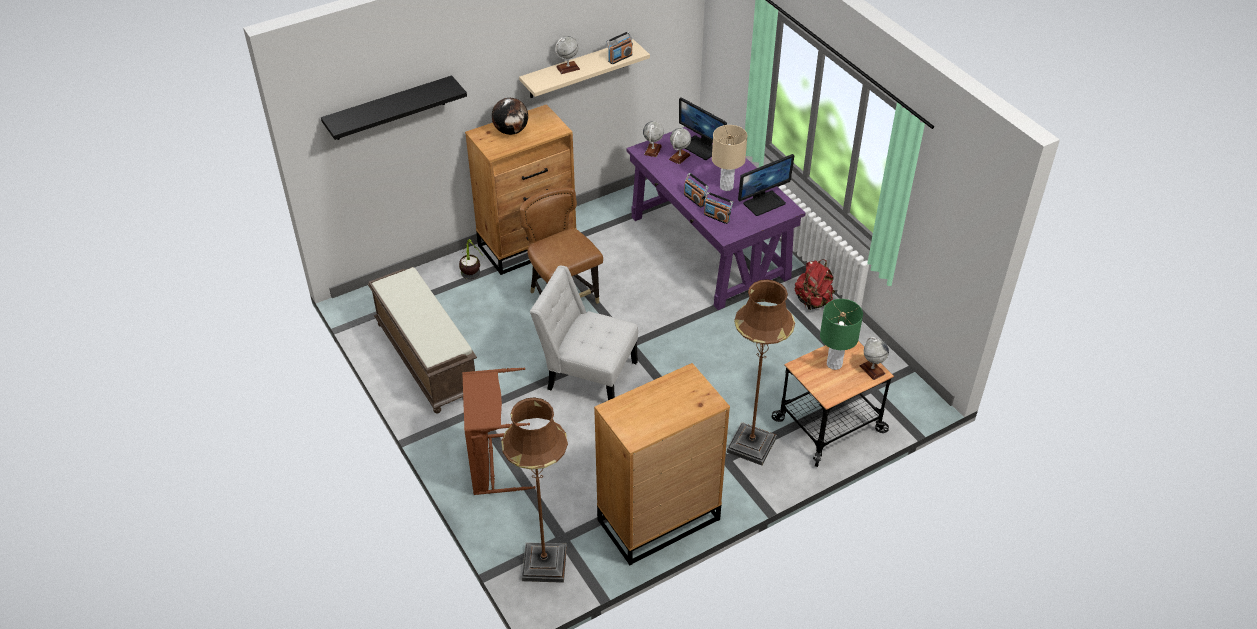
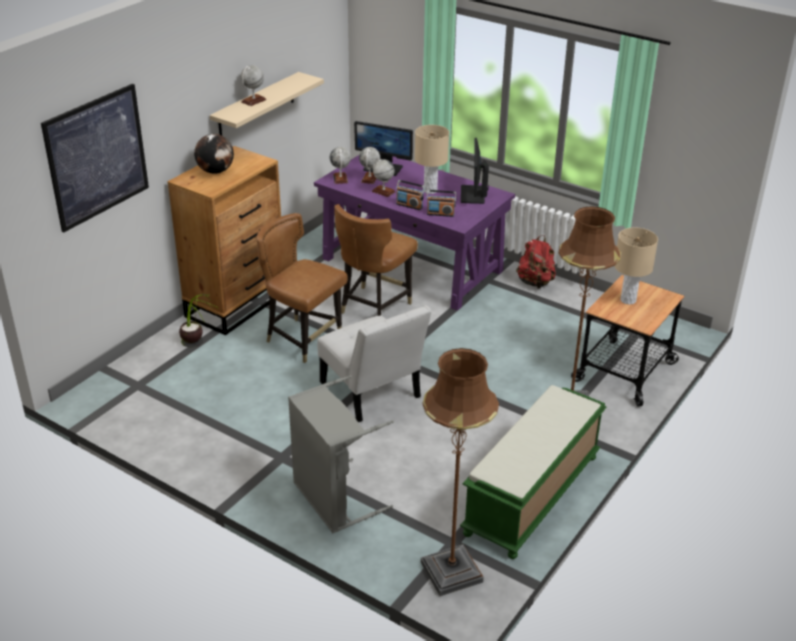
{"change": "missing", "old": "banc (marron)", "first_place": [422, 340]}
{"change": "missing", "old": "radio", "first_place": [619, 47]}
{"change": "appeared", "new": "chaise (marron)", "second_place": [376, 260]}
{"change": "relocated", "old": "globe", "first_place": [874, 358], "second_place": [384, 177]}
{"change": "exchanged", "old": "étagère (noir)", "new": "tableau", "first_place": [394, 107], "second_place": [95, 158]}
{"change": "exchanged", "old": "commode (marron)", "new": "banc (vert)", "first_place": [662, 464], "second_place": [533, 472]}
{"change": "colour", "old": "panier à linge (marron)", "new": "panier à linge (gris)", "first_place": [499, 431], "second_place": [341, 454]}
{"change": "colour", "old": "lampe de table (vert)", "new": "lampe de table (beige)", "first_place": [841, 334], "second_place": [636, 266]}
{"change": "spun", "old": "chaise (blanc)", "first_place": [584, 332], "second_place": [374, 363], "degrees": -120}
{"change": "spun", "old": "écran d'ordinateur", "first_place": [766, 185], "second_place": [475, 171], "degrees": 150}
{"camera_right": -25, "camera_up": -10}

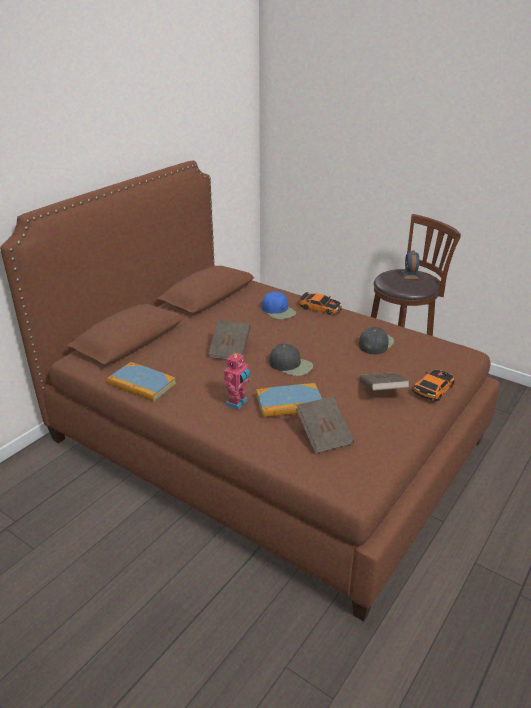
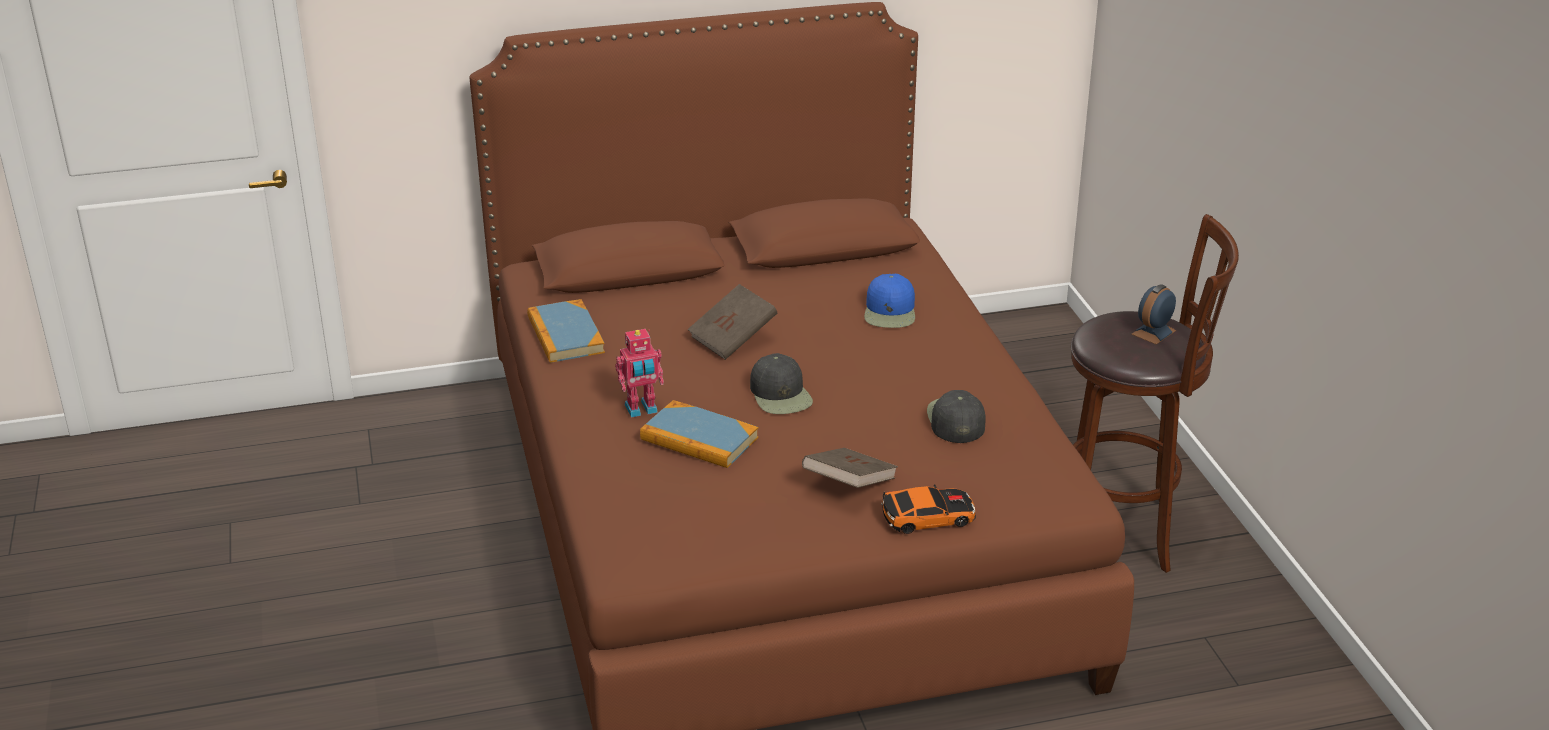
{"change": "missing", "old": "livre (marron)", "first_place": [325, 425]}
{"change": "missing", "old": "petite voiture", "first_place": [320, 303]}
{"change": "spun", "old": "casquette (noir)", "first_place": [376, 340], "second_place": [956, 416], "degrees": -75}
{"camera_right": 40, "camera_up": 0}

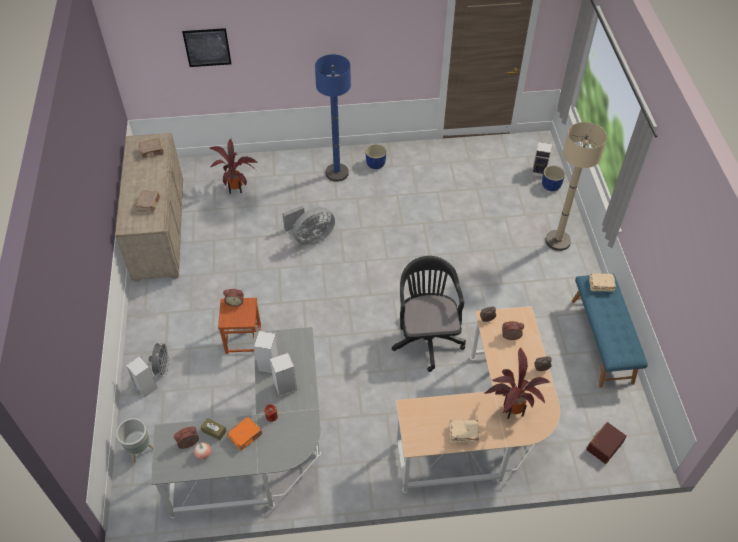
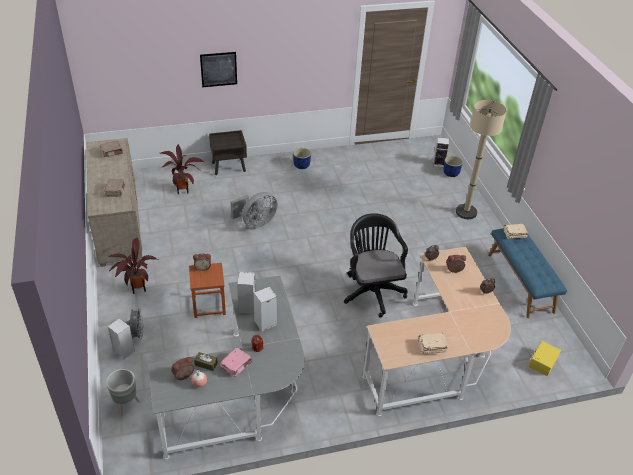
{"change": "missing", "old": "lampadaire (bleu)", "first_place": [333, 118]}
{"change": "appeared", "new": "table de chevet (marron)", "second_place": [228, 152]}
{"change": "relocated", "old": "tableau", "first_place": [207, 47], "second_place": [218, 69]}
{"change": "relocated", "old": "plante en pot", "first_place": [518, 383], "second_place": [133, 266]}
{"change": "colour", "old": "livre (orange)", "new": "livre (rose)", "first_place": [245, 433], "second_place": [236, 362]}
{"change": "colour", "old": "boîte de rangement (marron)", "new": "boîte de rangement (jaune)", "first_place": [606, 443], "second_place": [544, 358]}
{"camera_right": -10, "camera_up": -10}

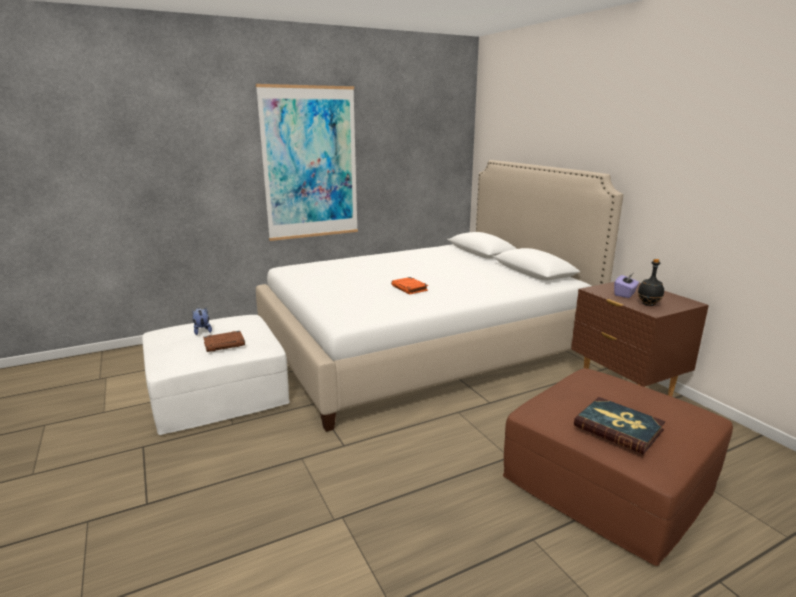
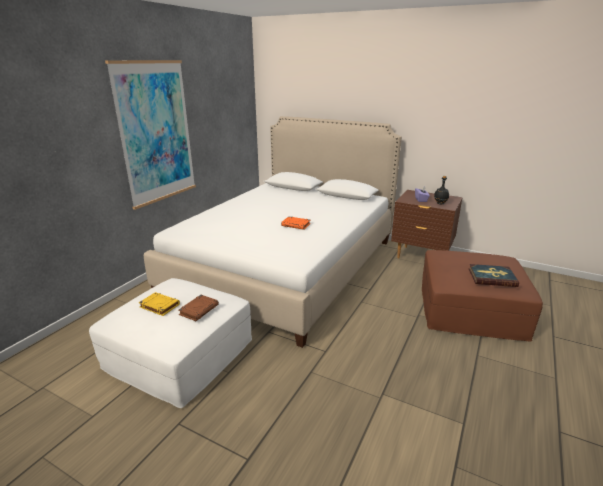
{"change": "exchanged", "old": "peluche", "new": "livre (jaune)", "first_place": [202, 321], "second_place": [159, 304]}
{"camera_right": -35, "camera_up": 5}

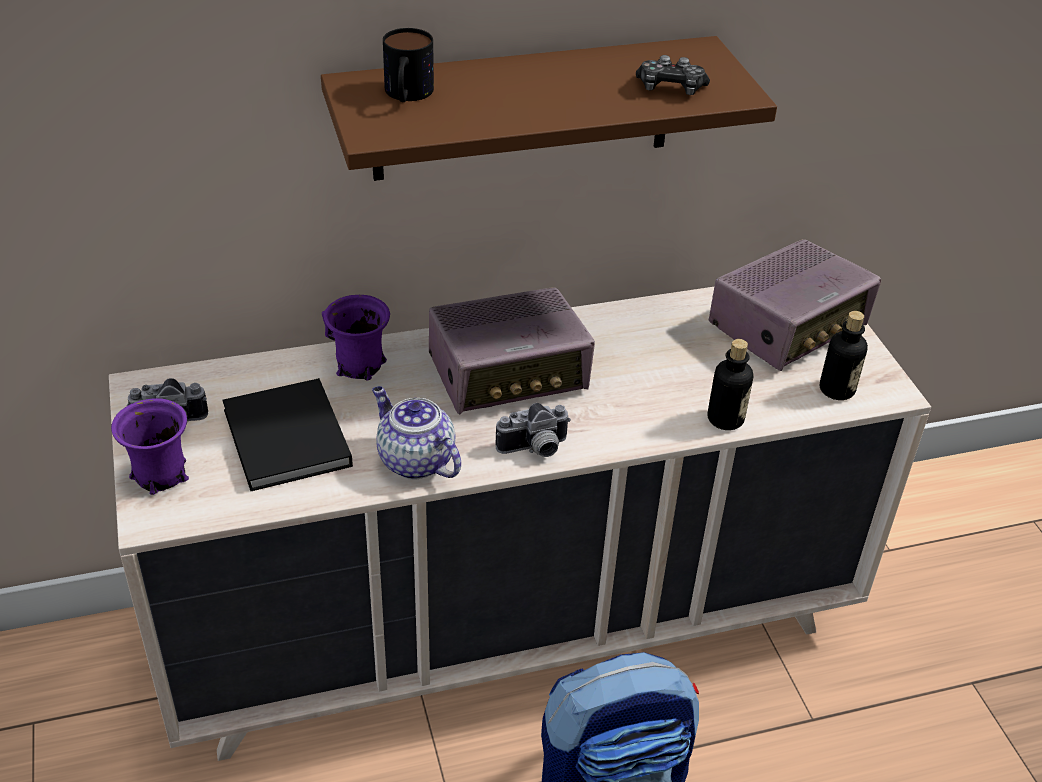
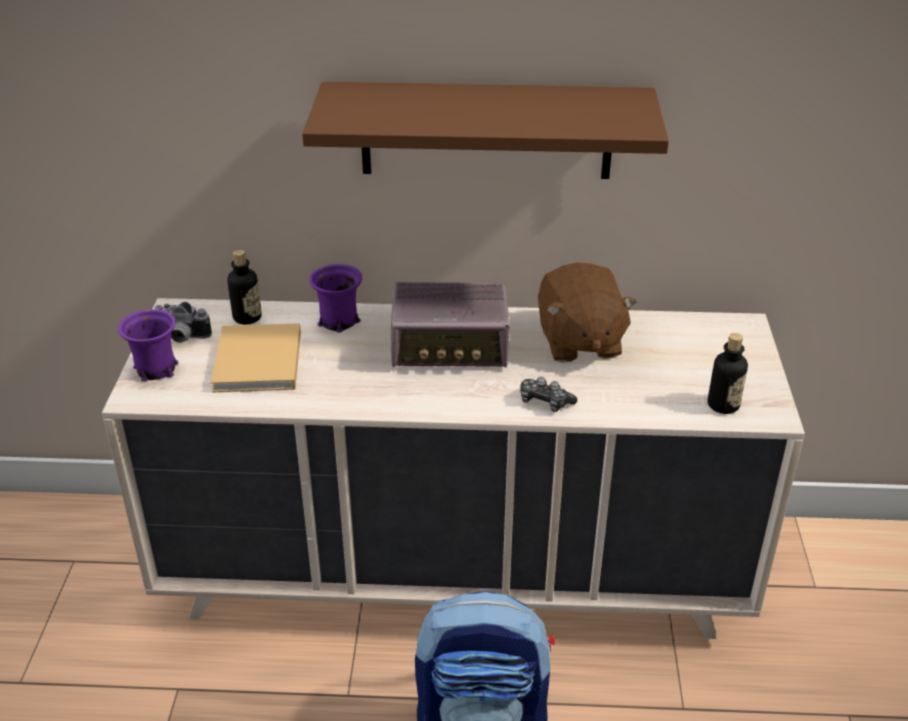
{"change": "missing", "old": "théière", "first_place": [416, 433]}
{"change": "missing", "old": "mug", "first_place": [408, 65]}
{"change": "missing", "old": "appareil photo", "first_place": [533, 430]}
{"change": "missing", "old": "radio", "first_place": [795, 305]}
{"change": "appeared", "new": "peluche (marron)", "second_place": [587, 312]}
{"change": "relocated", "old": "manette", "first_place": [673, 75], "second_place": [548, 394]}
{"change": "relocated", "old": "bouteille", "first_place": [730, 384], "second_place": [244, 287]}
{"change": "colour", "old": "livre (noir)", "new": "livre (beige)", "first_place": [287, 434], "second_place": [256, 358]}
{"camera_right": 20, "camera_up": -5}

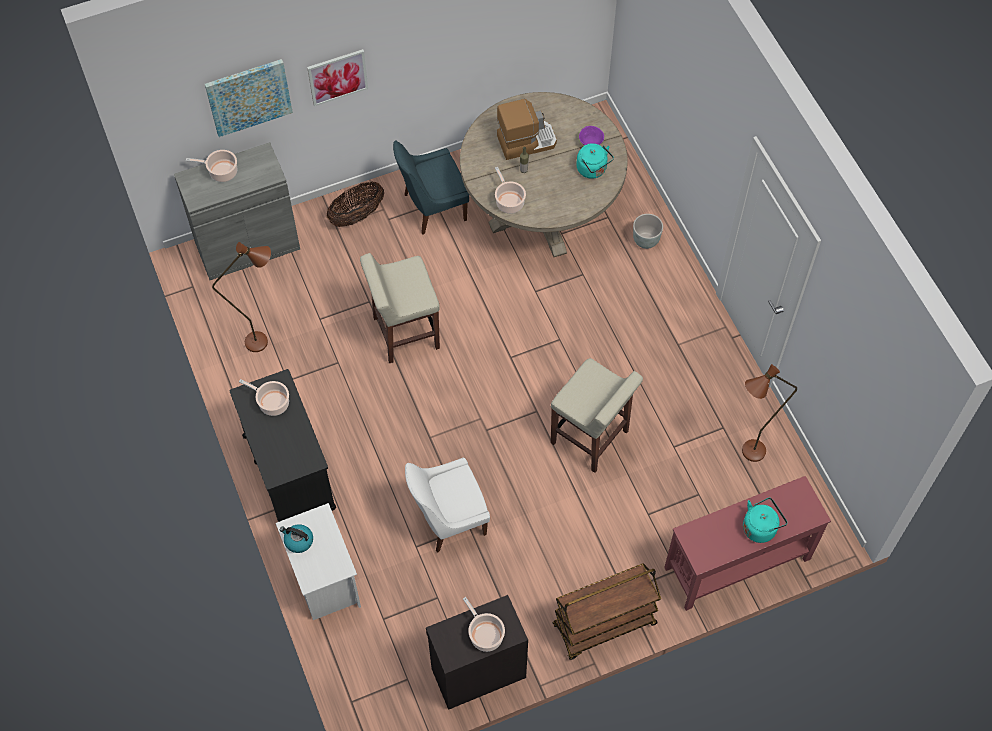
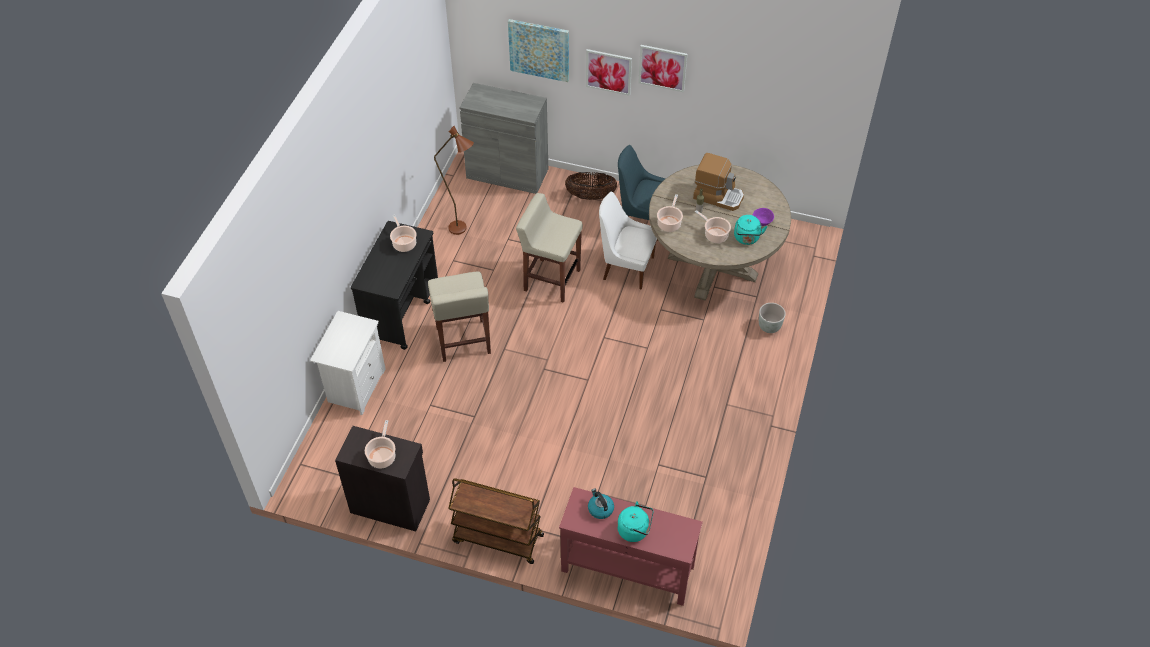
{"change": "missing", "old": "lampadaire (marron)", "first_place": [769, 413]}
{"change": "appeared", "new": "tableau", "second_place": [662, 68]}
{"change": "relocated", "old": "marmite", "first_place": [212, 166], "second_place": [713, 226]}
{"change": "relocated", "old": "bouilloire", "first_place": [296, 538], "second_place": [601, 504]}
{"change": "relocated", "old": "chaise (blanc)", "first_place": [447, 505], "second_place": [628, 241]}
{"change": "relocated", "old": "tabouret (beige)", "first_place": [597, 415], "second_place": [459, 317]}
{"camera_right": 40, "camera_up": -10}

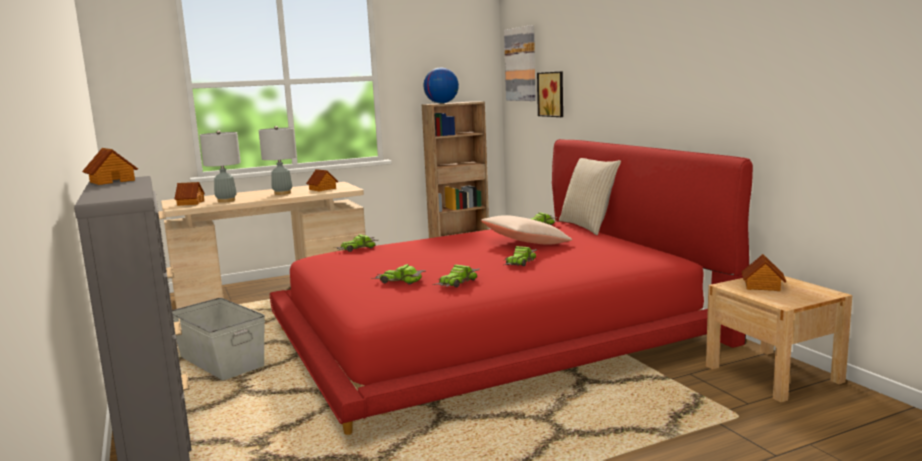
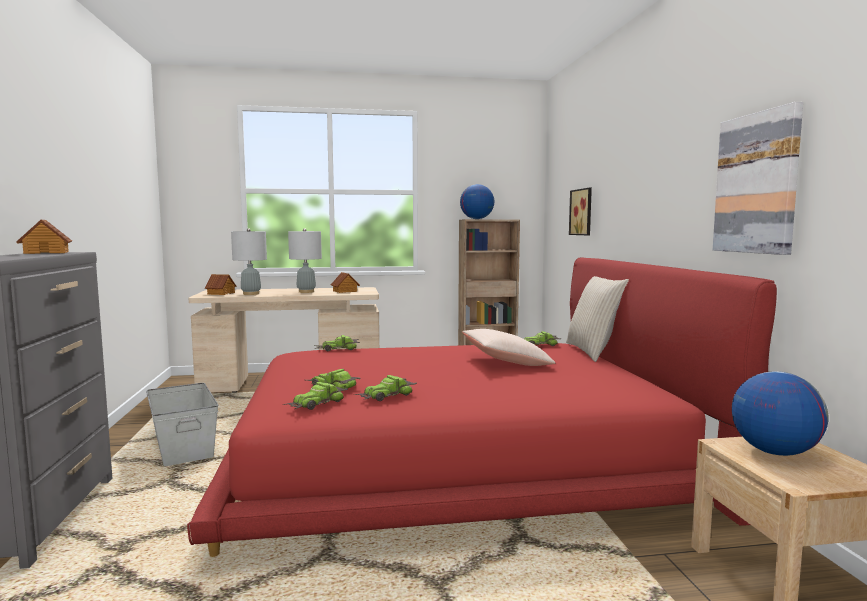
{"change": "relocated", "old": "tableau", "first_place": [520, 63], "second_place": [758, 178]}
{"change": "relocated", "old": "petite voiture", "first_place": [520, 256], "second_place": [315, 396]}
{"change": "exchanged", "old": "maison miniature", "new": "globe", "first_place": [764, 272], "second_place": [780, 413]}
{"camera_right": 15, "camera_up": -5}

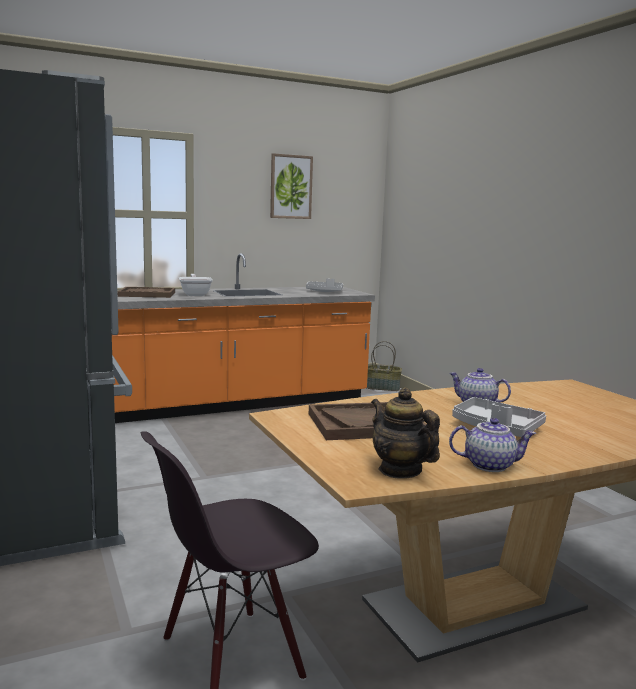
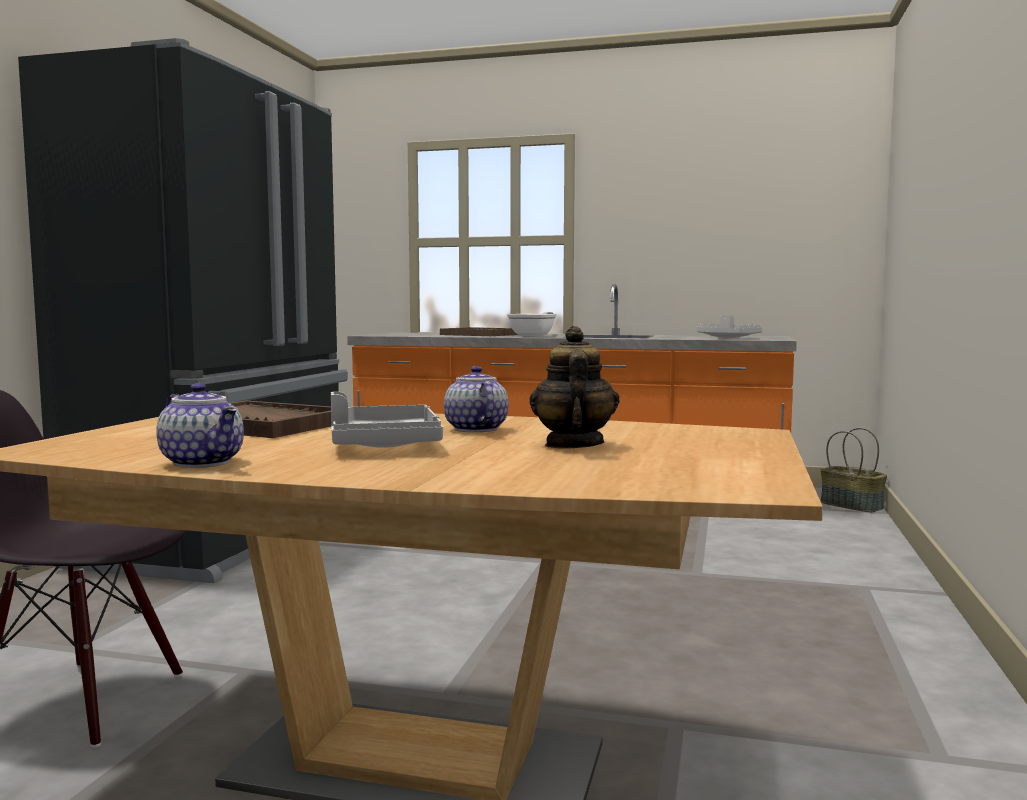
{"change": "missing", "old": "tableau", "first_place": [291, 186]}
{"change": "relocated", "old": "théière", "first_place": [405, 433], "second_place": [575, 387]}
{"camera_right": 40, "camera_up": -5}

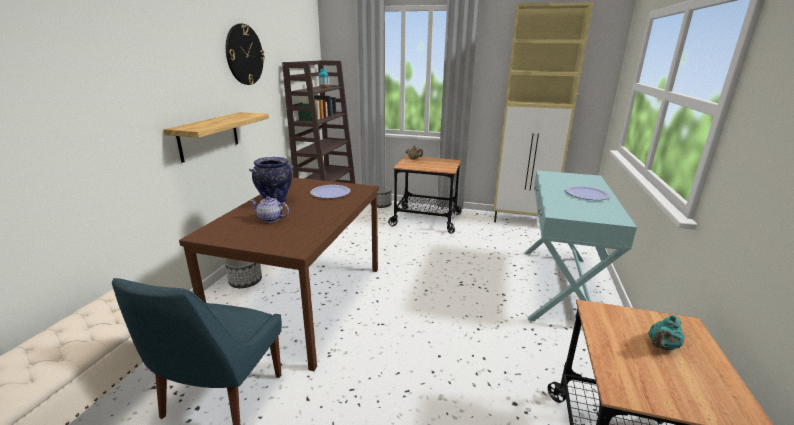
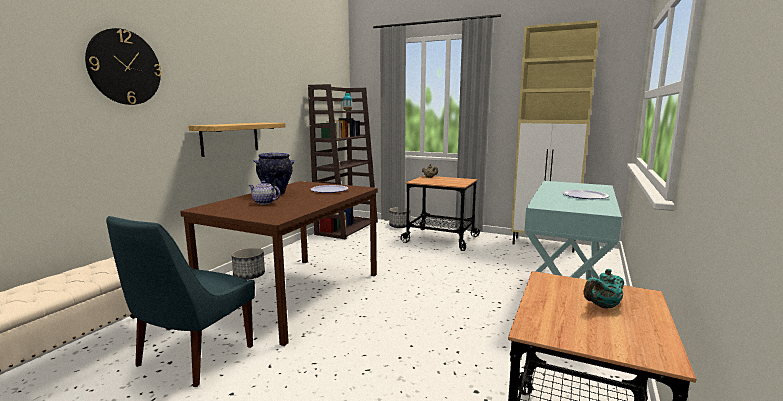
{"change": "relocated", "old": "horloge murale", "first_place": [245, 54], "second_place": [123, 66]}
{"camera_right": 10, "camera_up": -10}

